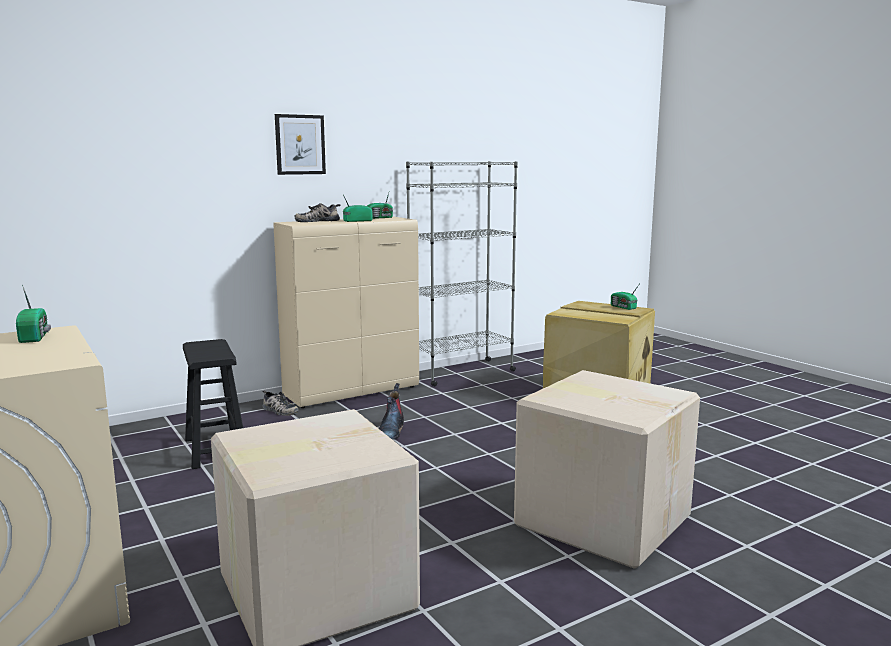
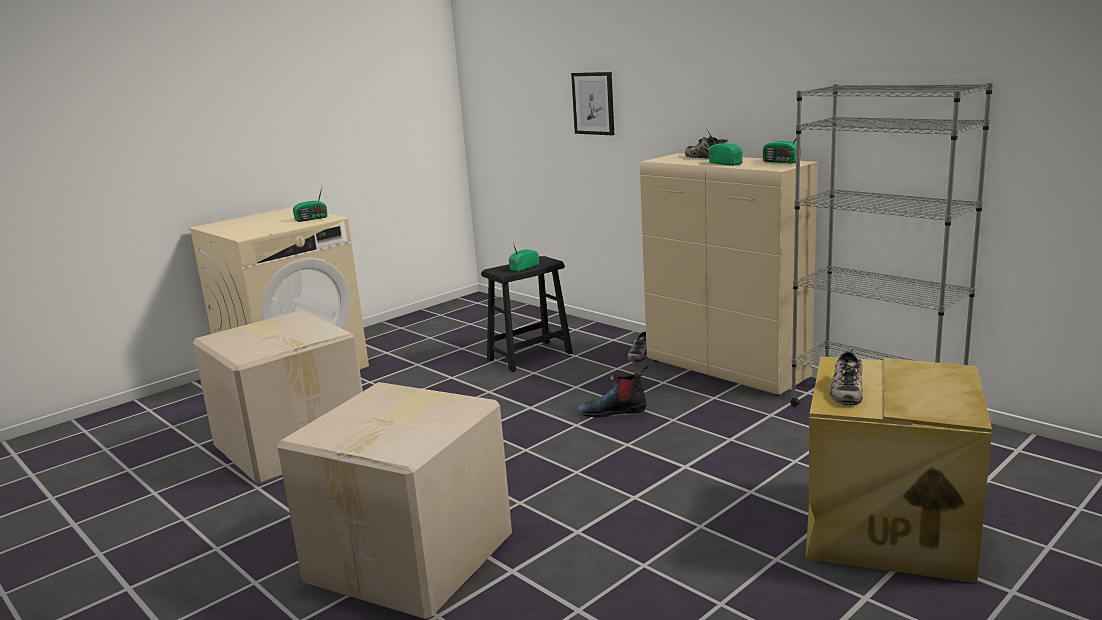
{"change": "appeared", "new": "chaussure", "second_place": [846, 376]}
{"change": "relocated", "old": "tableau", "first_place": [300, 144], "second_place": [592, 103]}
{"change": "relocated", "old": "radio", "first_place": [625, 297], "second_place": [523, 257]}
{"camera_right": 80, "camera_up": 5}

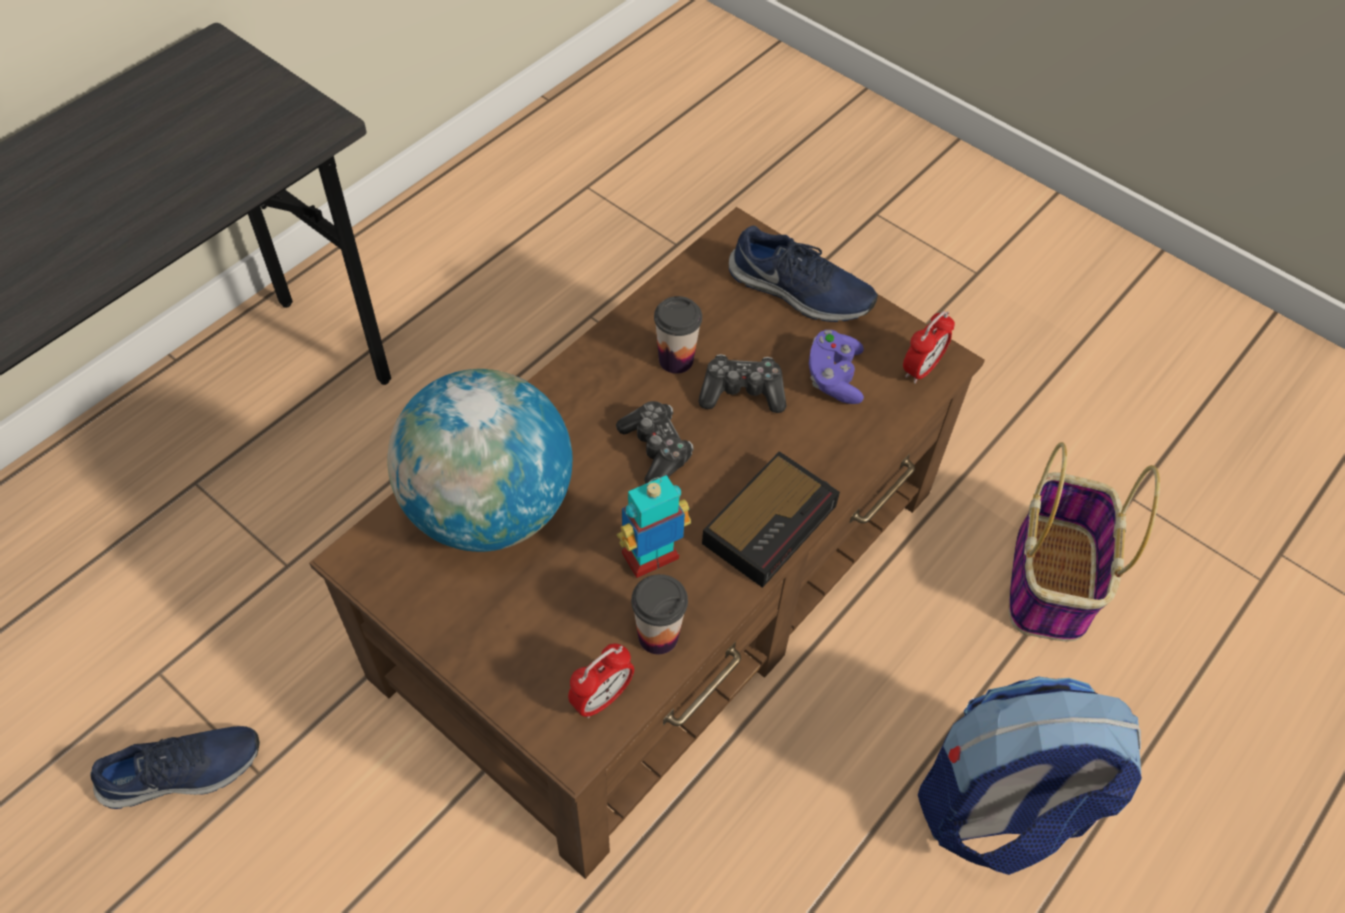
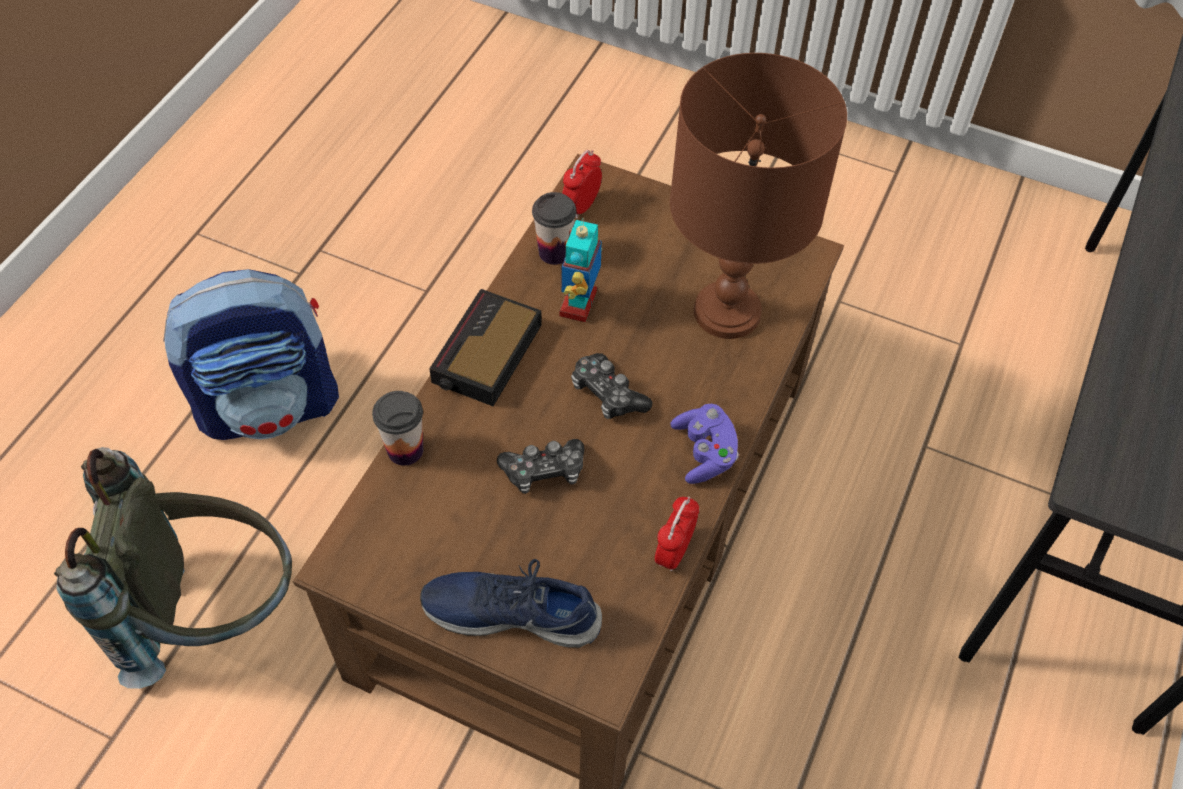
{"change": "missing", "old": "chaussure (bleu)", "first_place": [175, 767]}
{"change": "relocated", "old": "tasse", "first_place": [678, 335], "second_place": [397, 428]}
{"change": "relocated", "old": "manette (violet)", "first_place": [836, 367], "second_place": [705, 444]}
{"change": "relocated", "old": "réveil", "first_place": [929, 347], "second_place": [677, 534]}
{"change": "exchanged", "old": "globe", "new": "lampe de table (marron)", "first_place": [479, 460], "second_place": [758, 196]}
{"change": "exchanged", "old": "panier", "new": "sac à dos (gris)", "first_place": [1084, 541], "second_place": [173, 568]}
{"change": "spun", "old": "robot jouet", "first_place": [654, 526], "second_place": [580, 270], "degrees": 150}
{"camera_right": 165, "camera_up": 0}

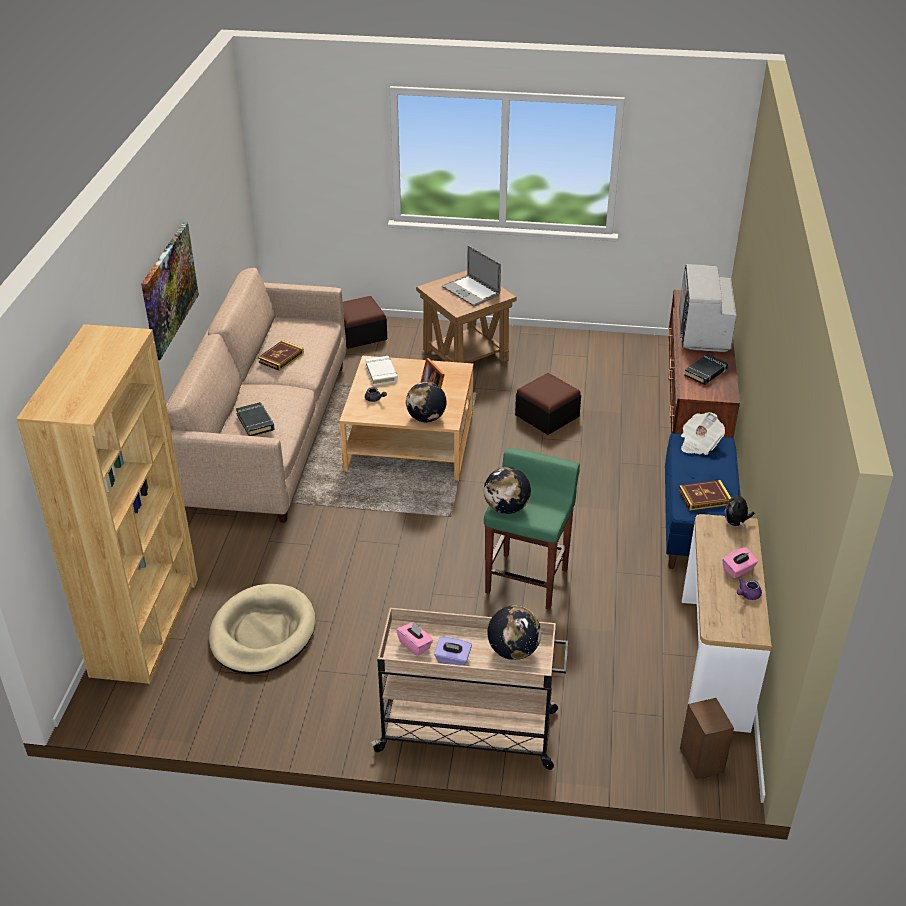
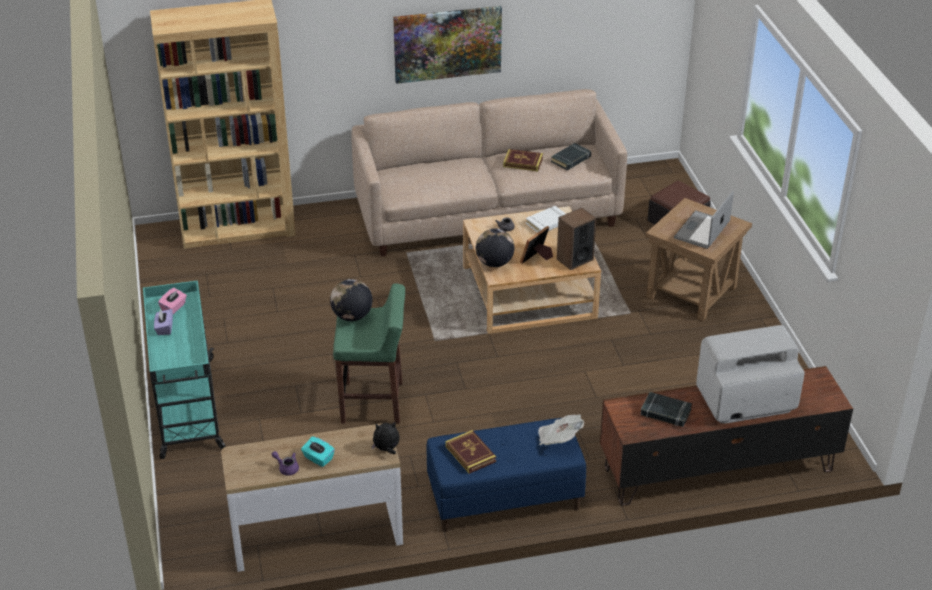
{"change": "missing", "old": "panier pour chien (beige)", "first_place": [262, 629]}
{"change": "missing", "old": "globe", "first_place": [514, 633]}
{"change": "missing", "old": "pouf", "first_place": [548, 404]}
{"change": "relocated", "old": "livre (noir)", "first_place": [255, 419], "second_place": [571, 156]}
{"change": "relocated", "old": "enceinte", "first_place": [707, 738], "second_place": [576, 238]}
{"change": "colour", "old": "chariot (beige)", "new": "chariot (turquoise)", "first_place": [469, 689], "second_place": [184, 369]}
{"change": "colour", "old": "boîte à mouchoirs (rose)", "new": "boîte à mouchoirs (turquoise)", "first_place": [740, 563], "second_place": [318, 451]}
{"camera_right": 70, "camera_up": 0}

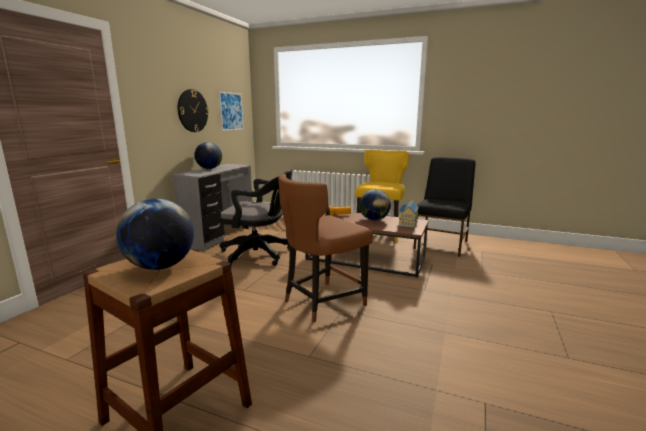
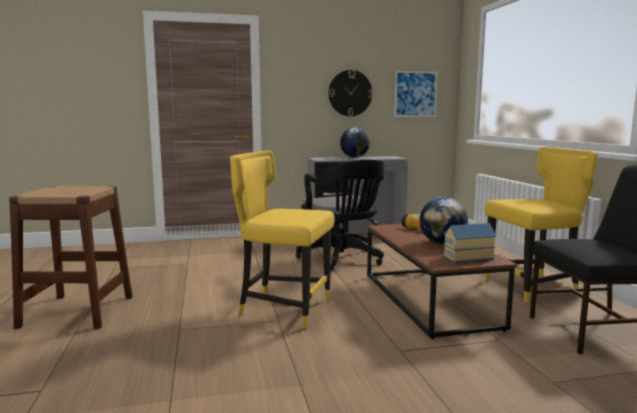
{"change": "missing", "old": "globe", "first_place": [155, 234]}
{"change": "colour", "old": "chaise (marron)", "new": "chaise (jaune)", "first_place": [325, 248], "second_place": [282, 240]}
{"camera_right": 55, "camera_up": -5}

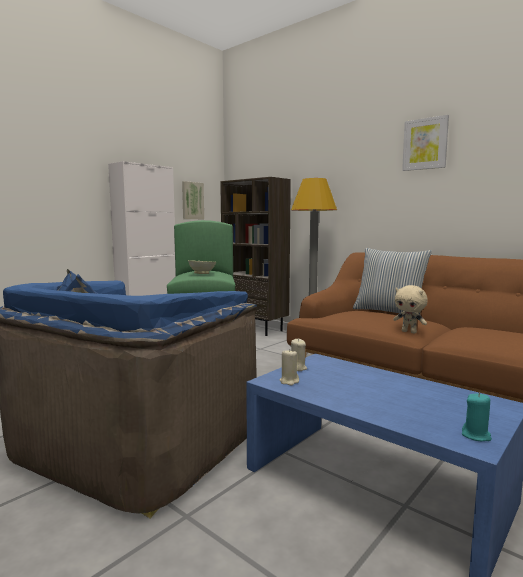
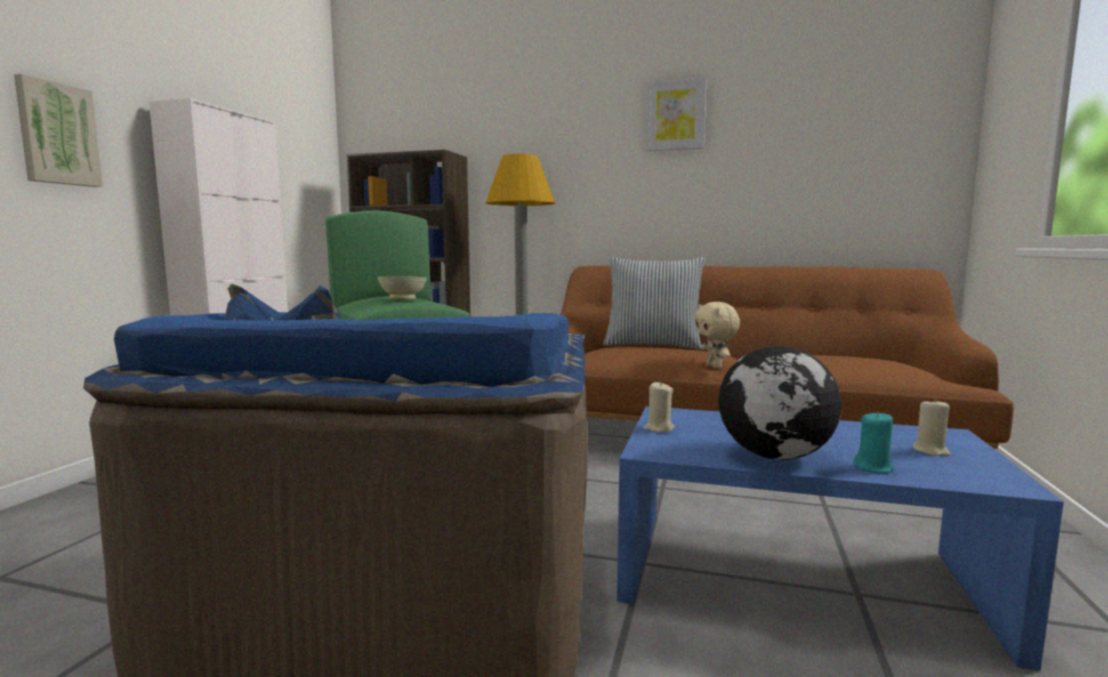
{"change": "appeared", "new": "globe", "second_place": [780, 403]}
{"change": "relocated", "old": "tableau", "first_place": [193, 200], "second_place": [58, 130]}
{"change": "relocated", "old": "bougie (beige)", "first_place": [289, 367], "second_place": [932, 427]}
{"change": "relocated", "old": "bougie (turquoise)", "first_place": [477, 417], "second_place": [873, 442]}
{"change": "spun", "old": "peluche (beige)", "first_place": [410, 309], "second_place": [717, 335], "degrees": 60}
{"camera_right": -25, "camera_up": 0}

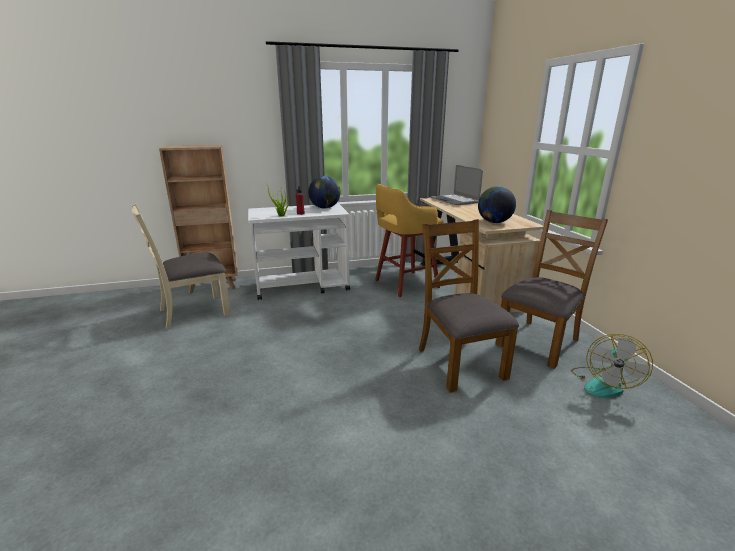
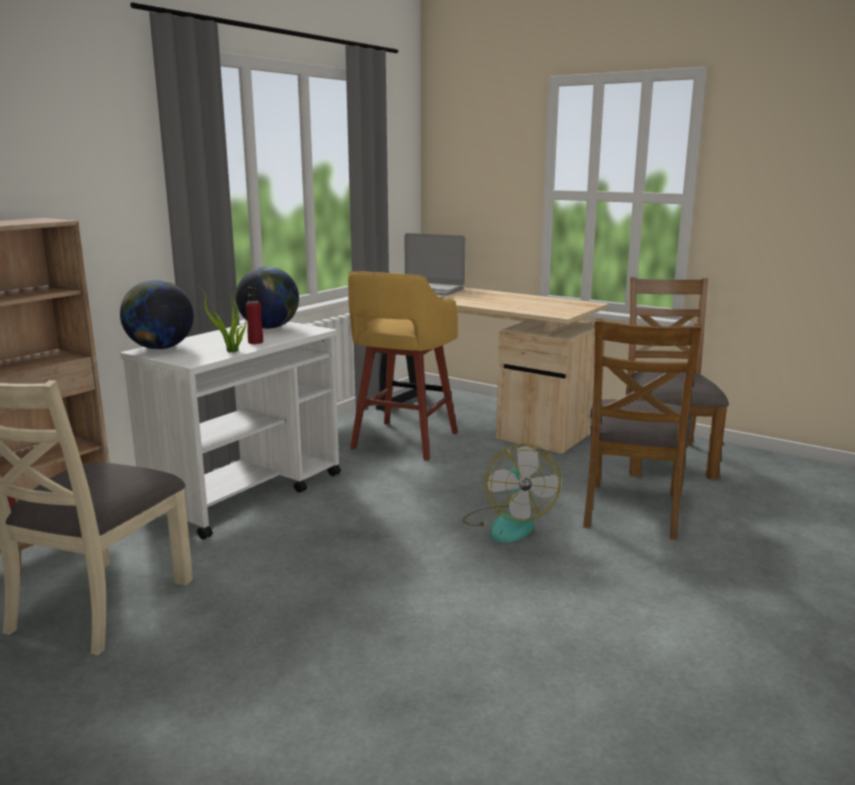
{"change": "relocated", "old": "globe", "first_place": [497, 204], "second_place": [157, 314]}
{"change": "relocated", "old": "ventilateur", "first_place": [612, 366], "second_place": [511, 493]}
{"change": "spun", "old": "chaise (marron)", "first_place": [469, 306], "second_place": [642, 429], "degrees": -105}
{"camera_right": -40, "camera_up": -5}

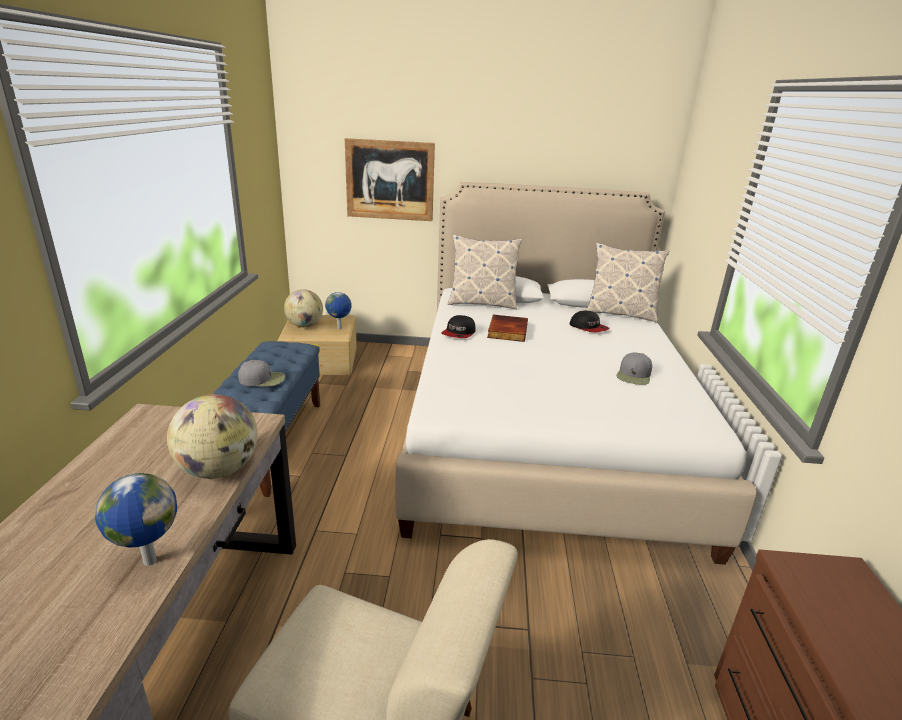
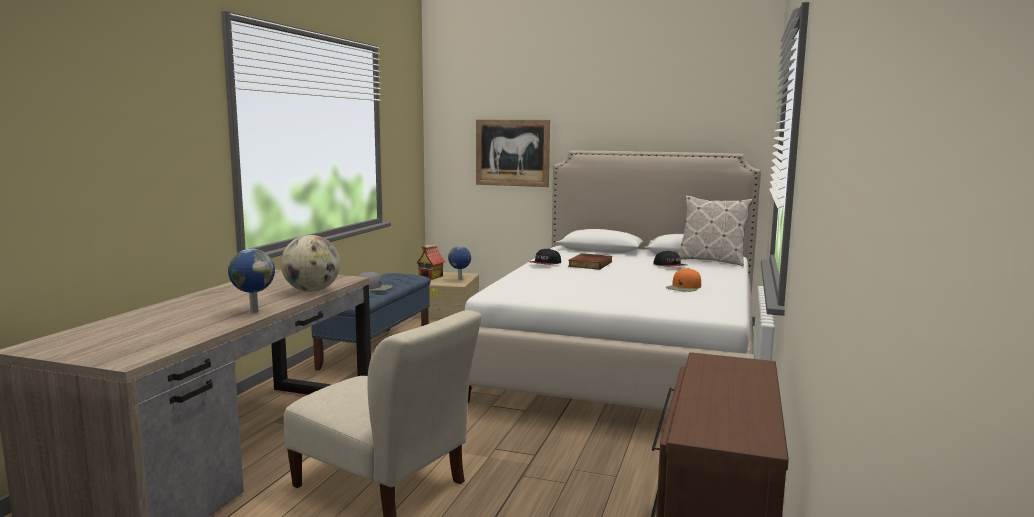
{"change": "missing", "old": "coussin", "first_place": [484, 272]}
{"change": "exchanged", "old": "globe", "new": "maison miniature", "first_place": [303, 308], "second_place": [430, 262]}
{"change": "colour", "old": "casquette (gris)", "new": "casquette (orange)", "first_place": [634, 368], "second_place": [683, 280]}
{"camera_right": 15, "camera_up": -15}

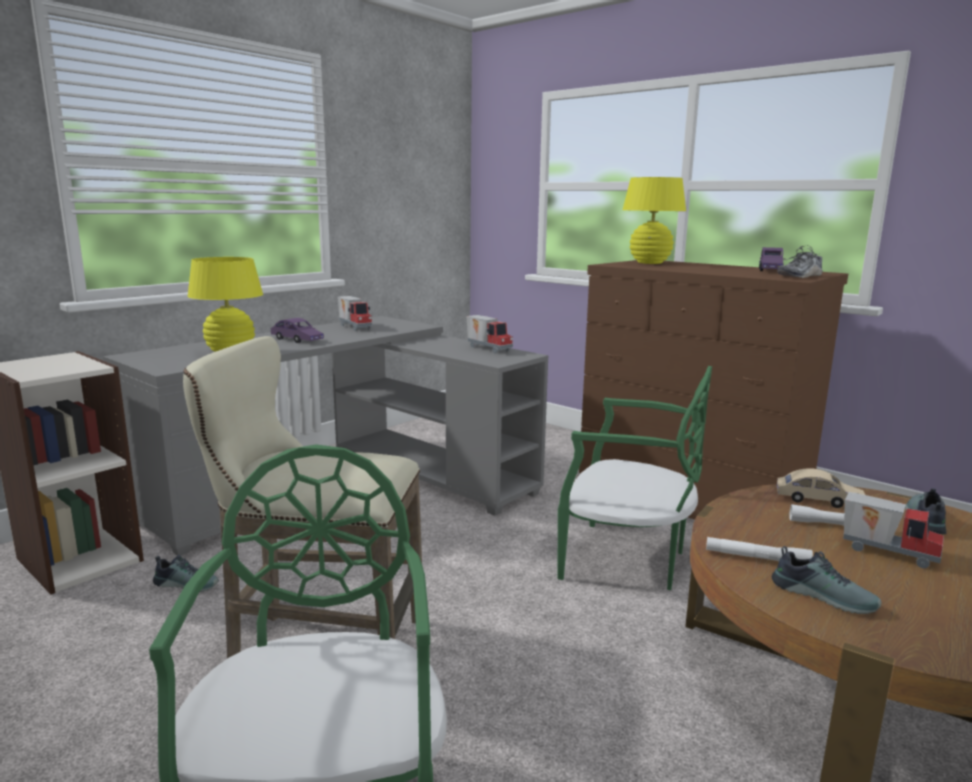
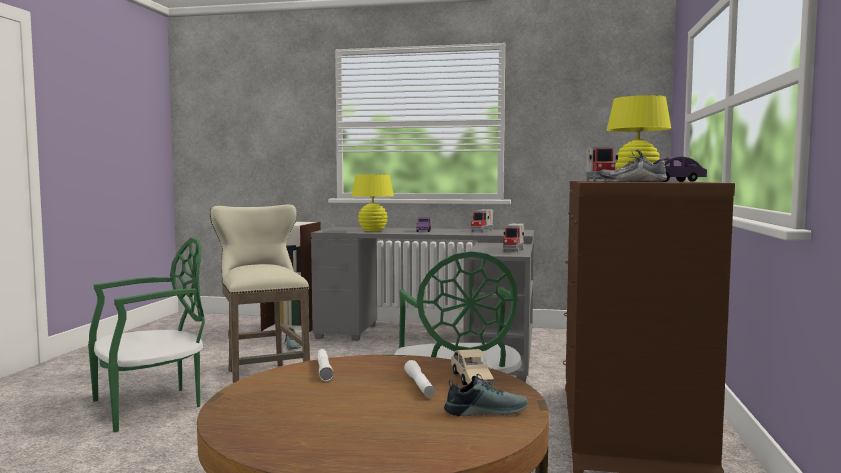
{"change": "missing", "old": "chaussure", "first_place": [826, 580]}
{"change": "relocated", "old": "camion jouet", "first_place": [893, 530], "second_place": [602, 164]}
{"camera_right": 60, "camera_up": -10}

